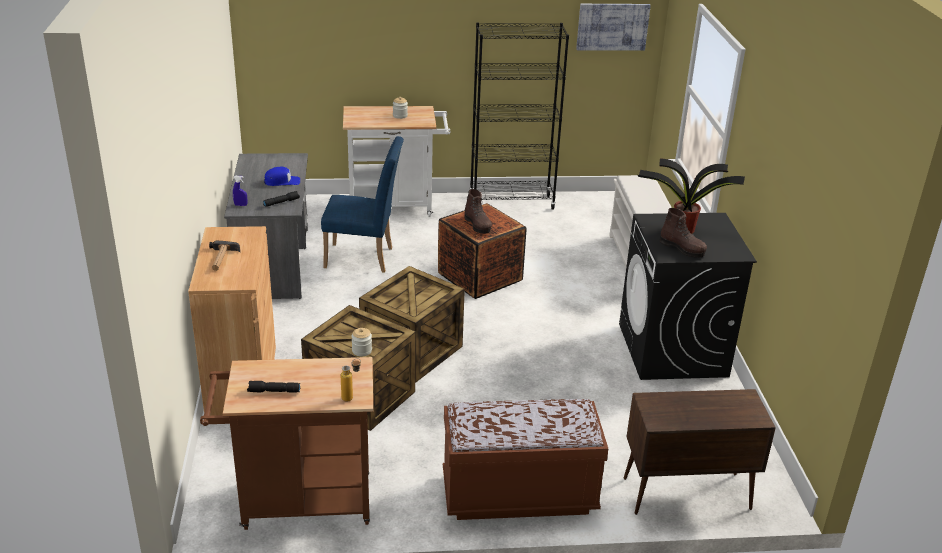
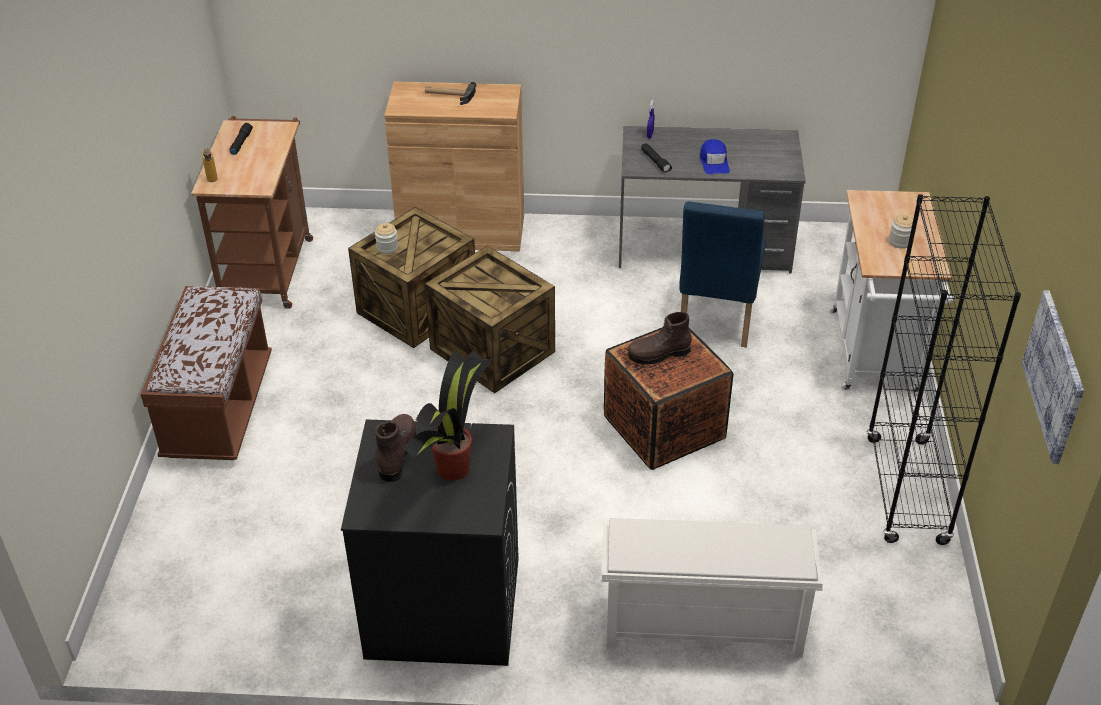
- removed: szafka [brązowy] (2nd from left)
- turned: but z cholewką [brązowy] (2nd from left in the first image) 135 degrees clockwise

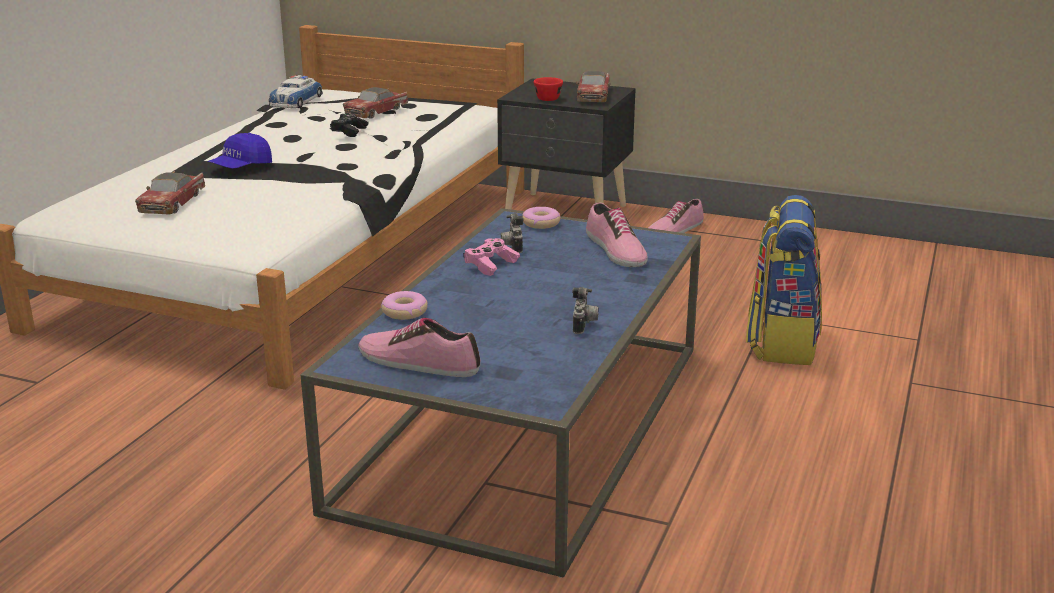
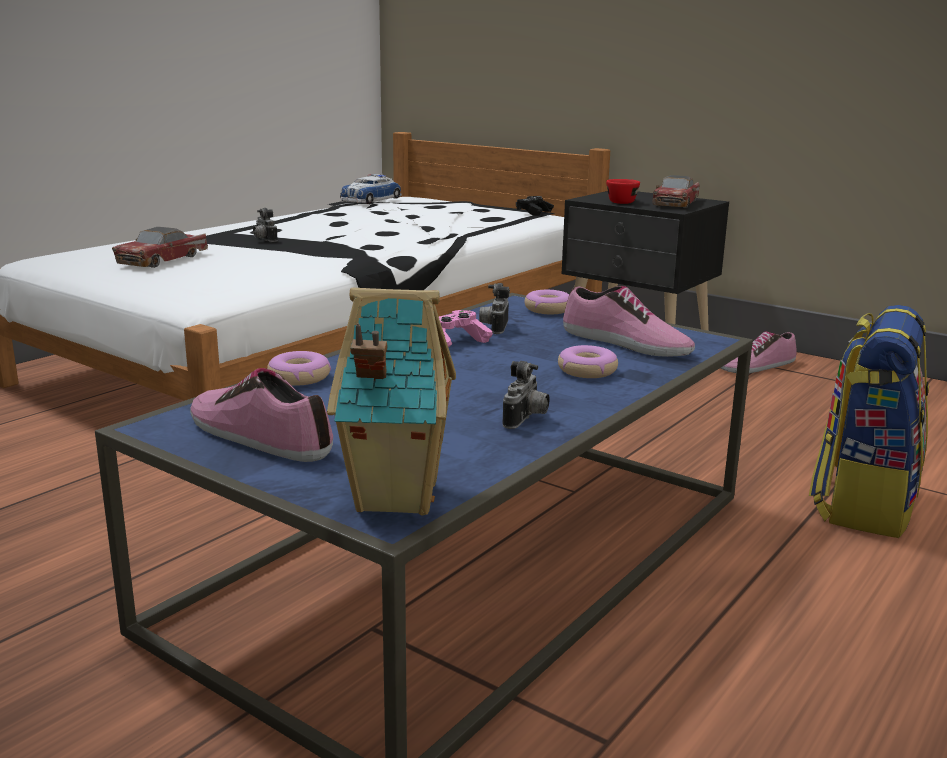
- removed: samochodzik (3rd from left)
- added: domek
- added: donut (3rd from left)
- moved: pad do gier [czarny]
- replaced: czapka z daszkiem [niebieski] to aparat fotograficzny (1st from left)
- turned: but (2nd from left) 45 degrees counterclockwise

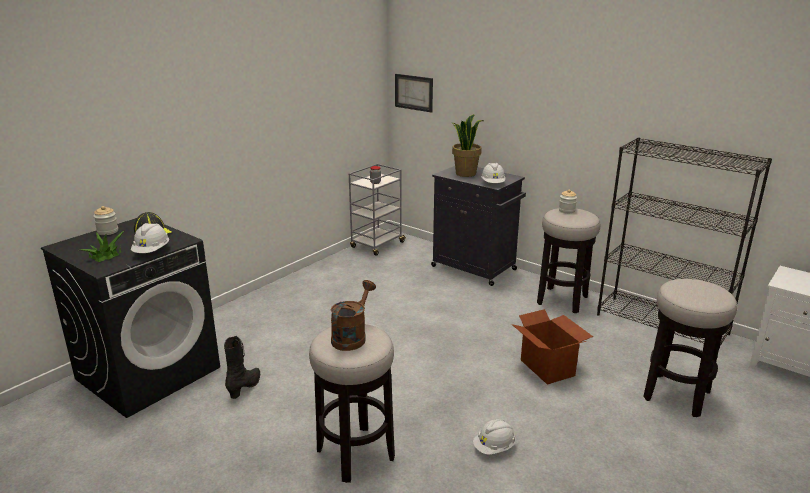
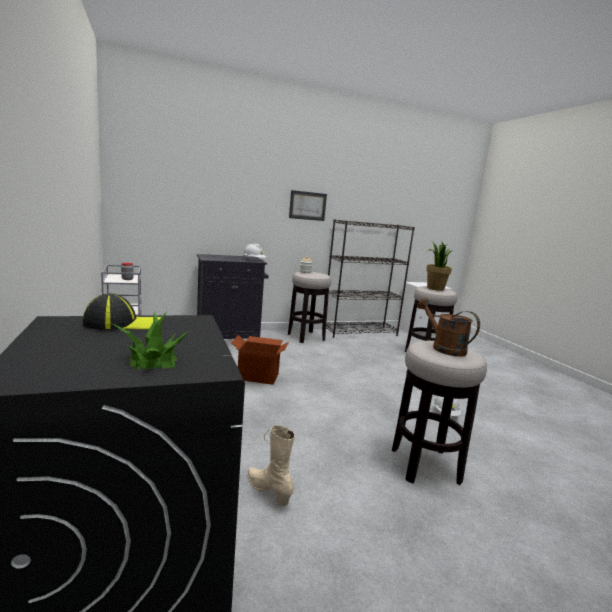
- removed: słoik (1st from left)
- removed: kask [biały] (1st from left)
- moved: obraz
- moved: roślina doniczkowa (2nd from left)
- moved: karton
- recoloured: but z cholewką [czarny] to but z cholewką [beżowy]

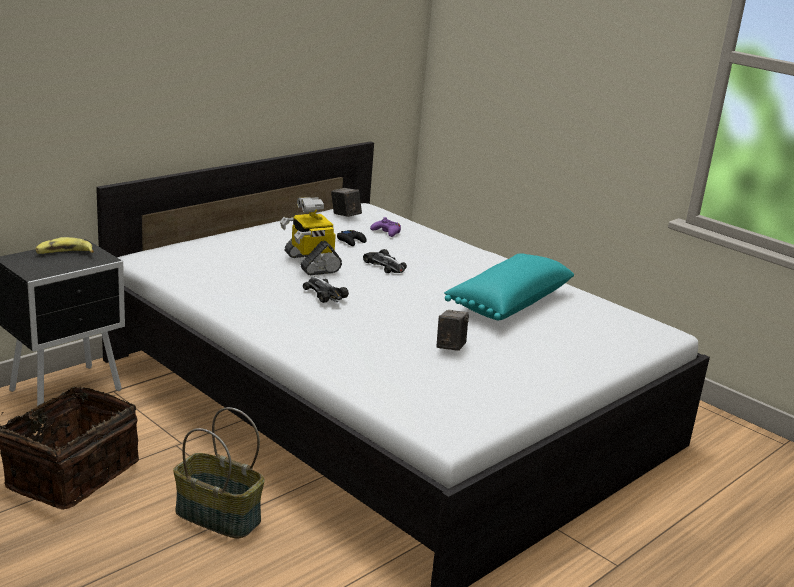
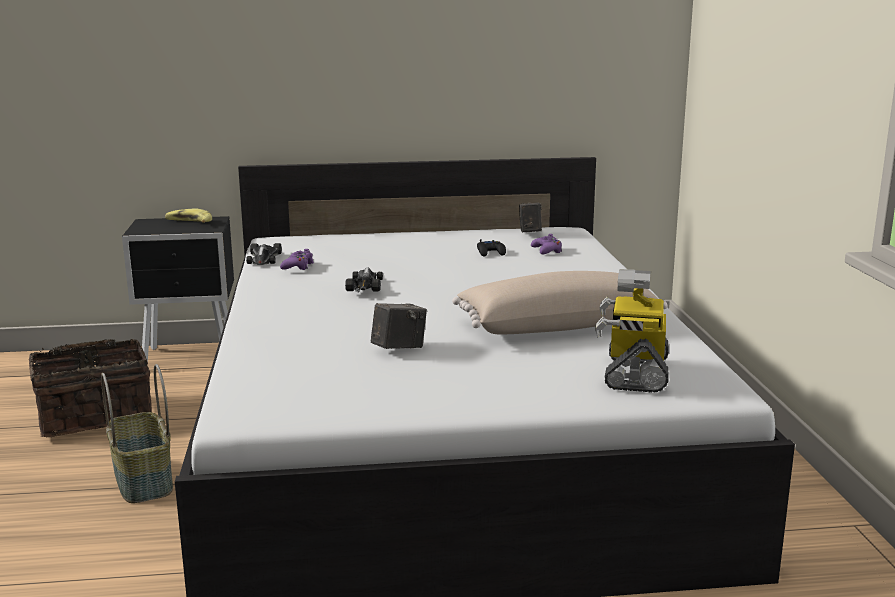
- added: pad do gier [fioletowy] (1st from left)
- moved: robot zabawkowy
- moved: samochodzik (2nd from left in the first image) to samochodzik (1st from left)
- recoloured: poduszka [turkusowy] to poduszka [beżowy]

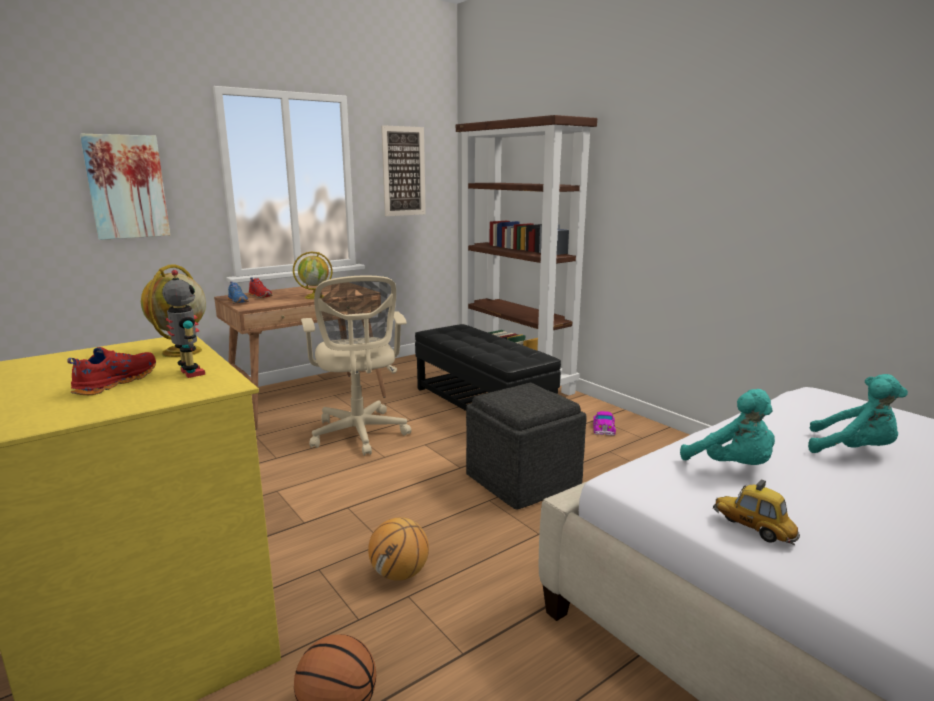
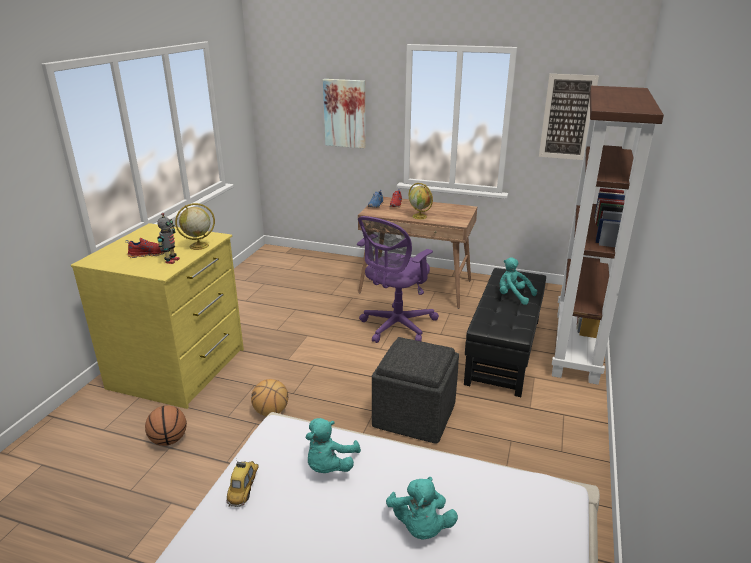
- removed: samochodzik (1st from left)
- added: pluszak [turkusowy] (3rd from left)
- recoloured: krzesło biurowe [beżowy] to krzesło biurowe [fioletowy]

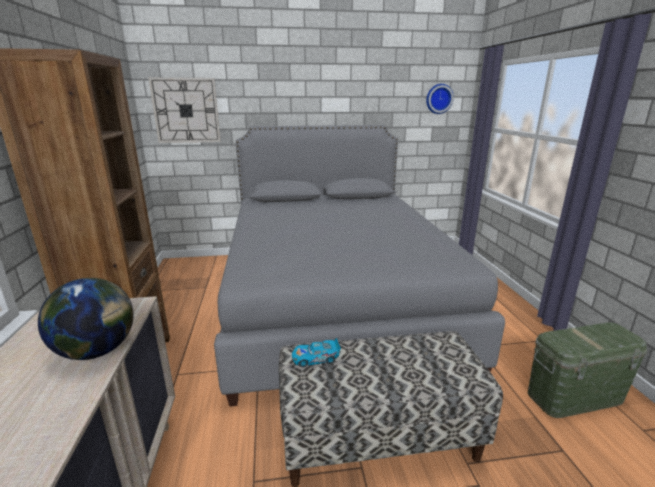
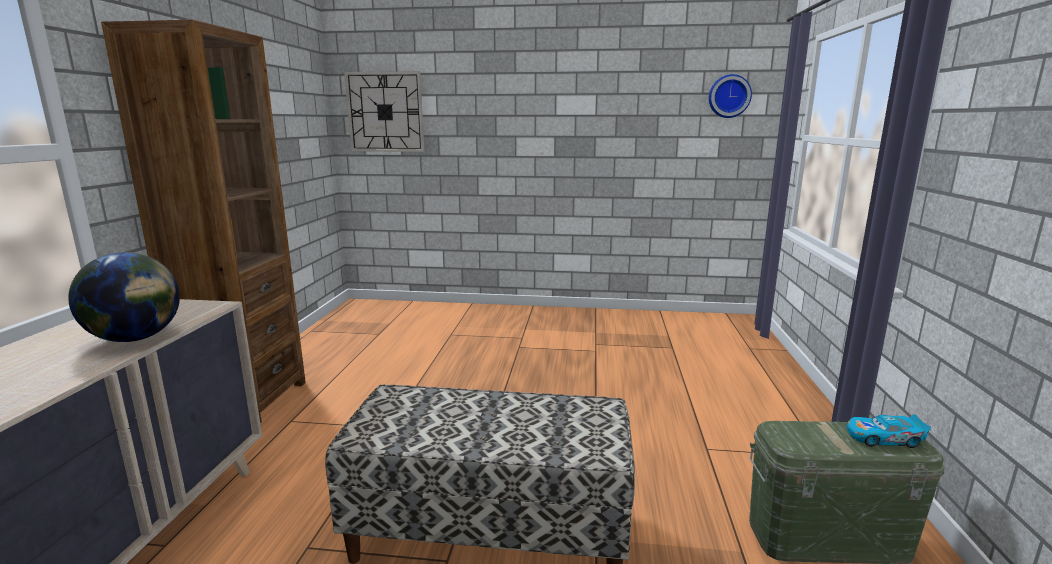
- removed: łóżko [szary]
- moved: samochodzik

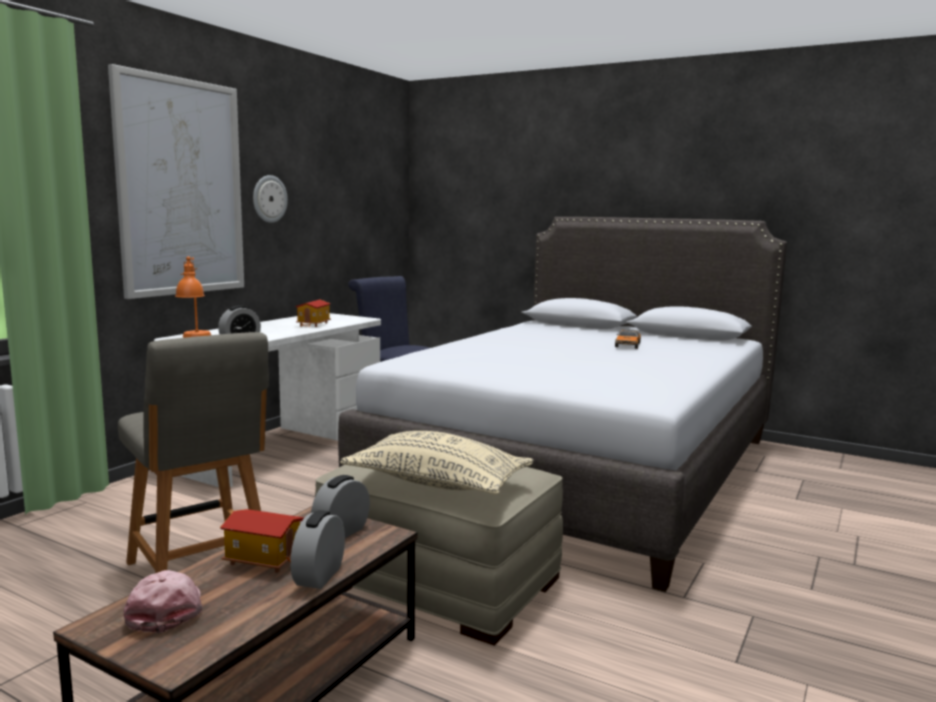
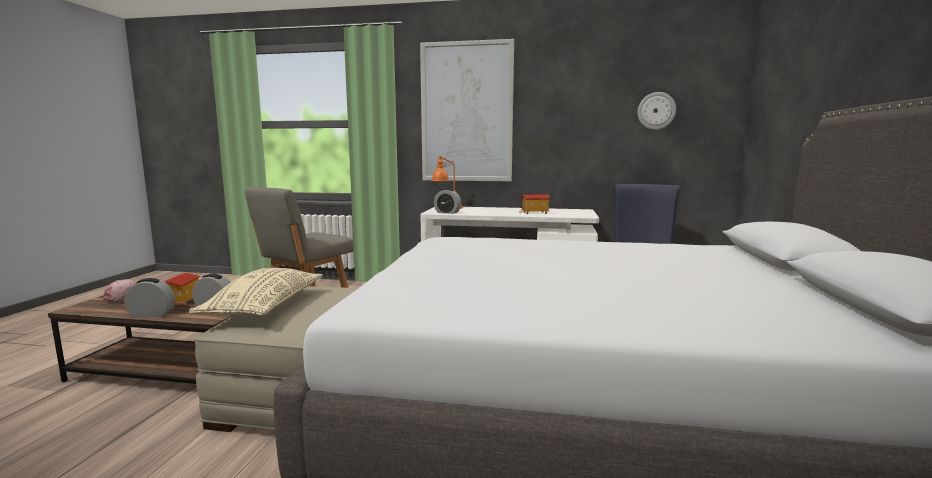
- removed: samochodzik
- moved: zegar ścienny

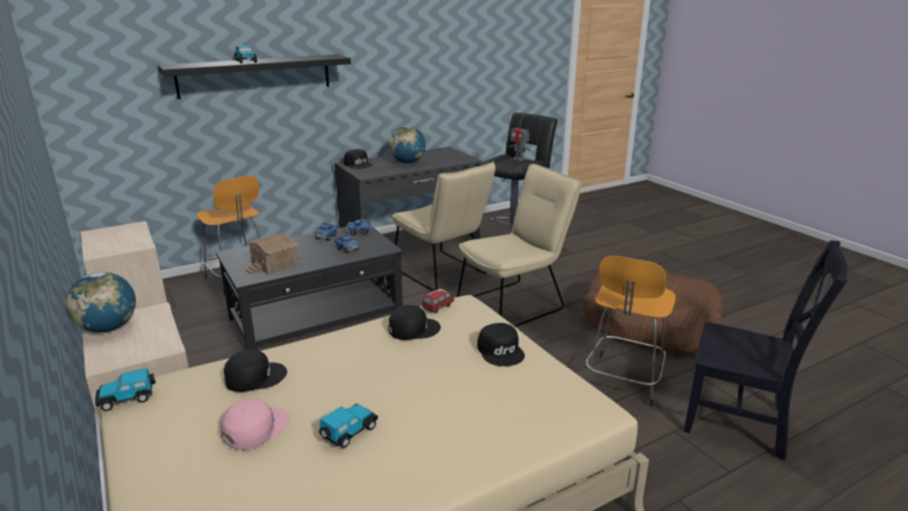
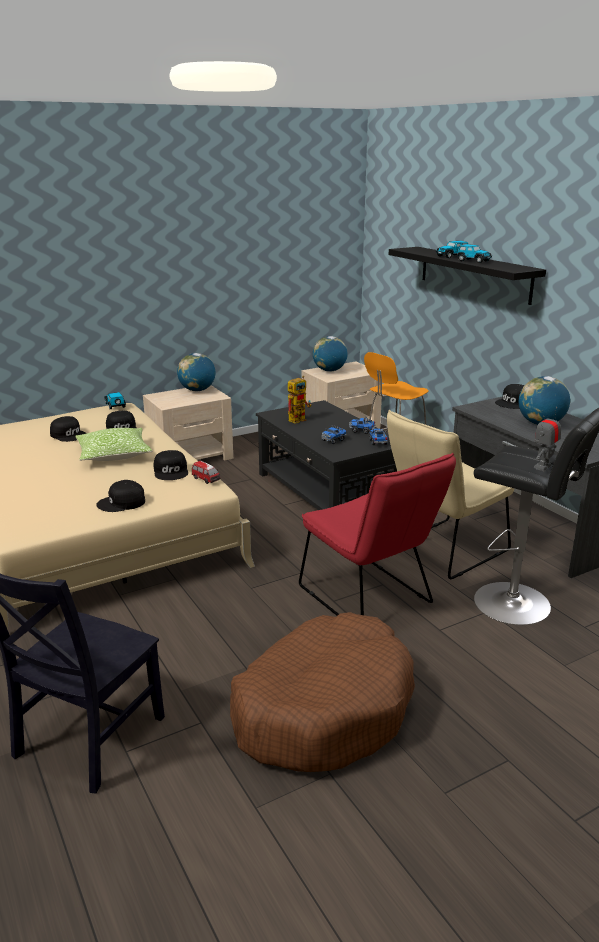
- removed: stołek [pomarańczowy] (2nd from left)
- added: poduszka
- added: globus (2nd from left)
- moved: samochodzik (3rd from left in the first image) to samochodzik (4th from left)
- replaced: domek to robot zabawkowy (1st from left)
- recoloured: czapka z daszkiem [różowy] to czapka z daszkiem [czarny] (1st from left)
- recoloured: krzesło [beżowy] (2nd from left) to krzesło [czerwony]

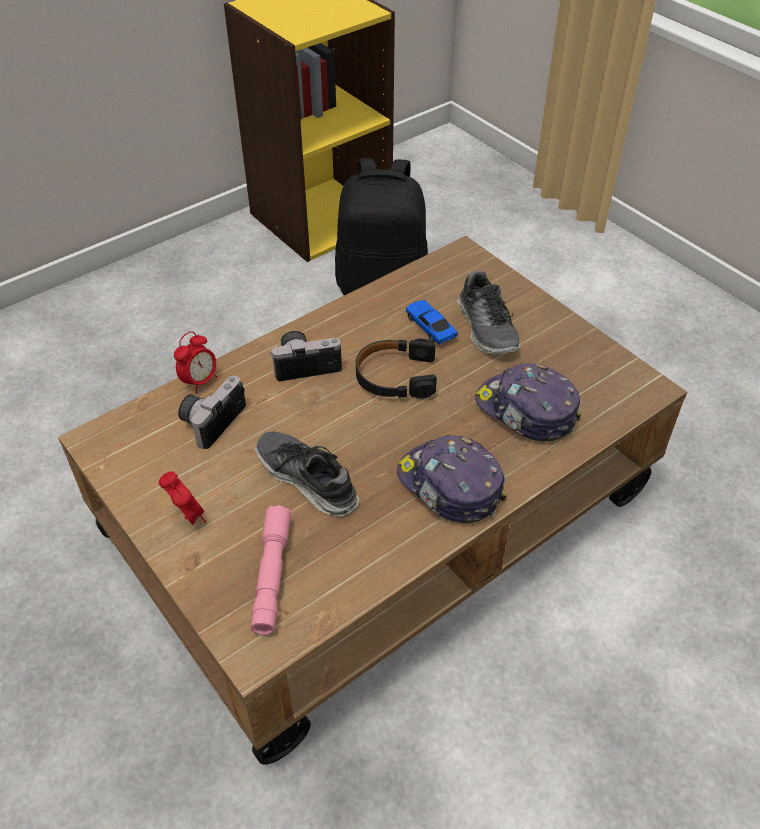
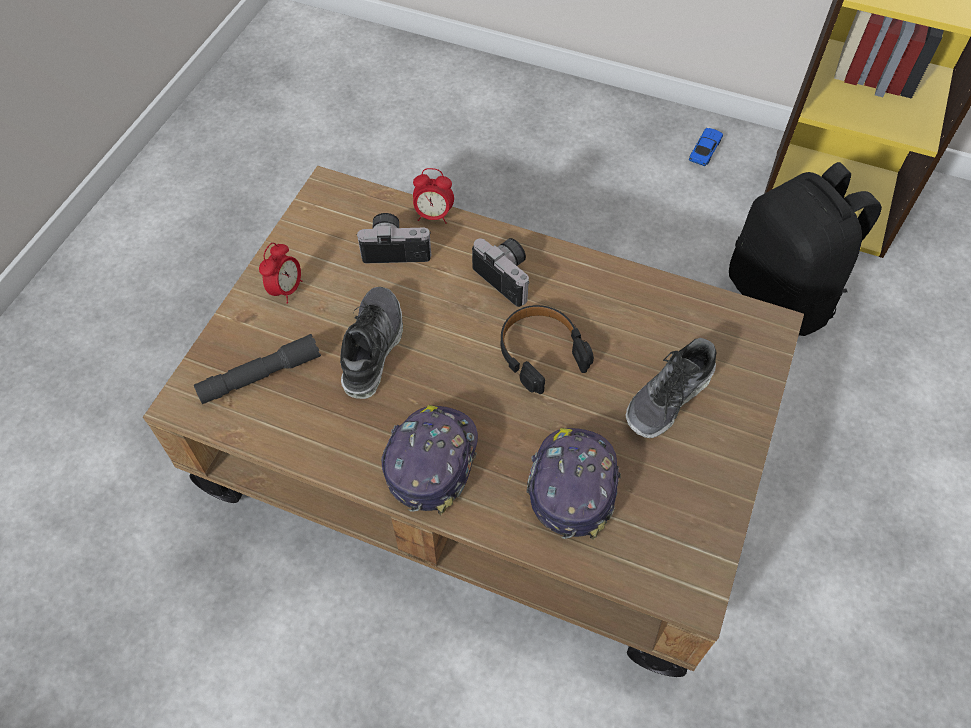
- moved: samochodzik
- recoloured: latarka [różowy] to latarka [szary]

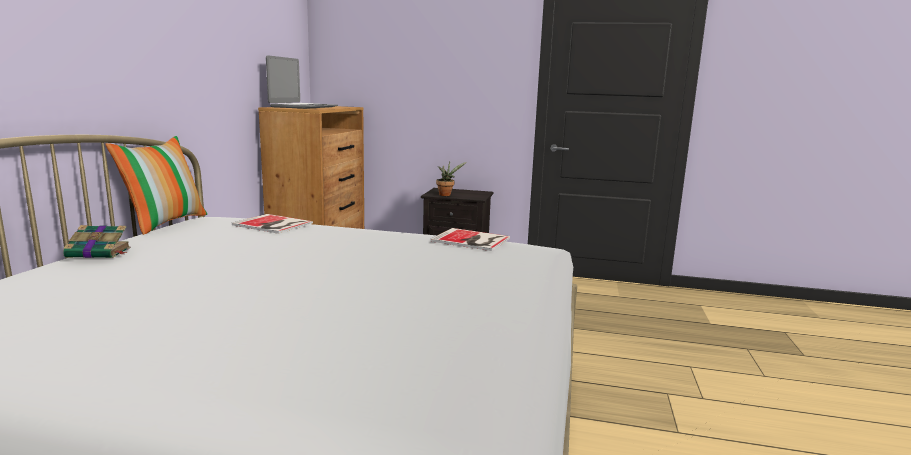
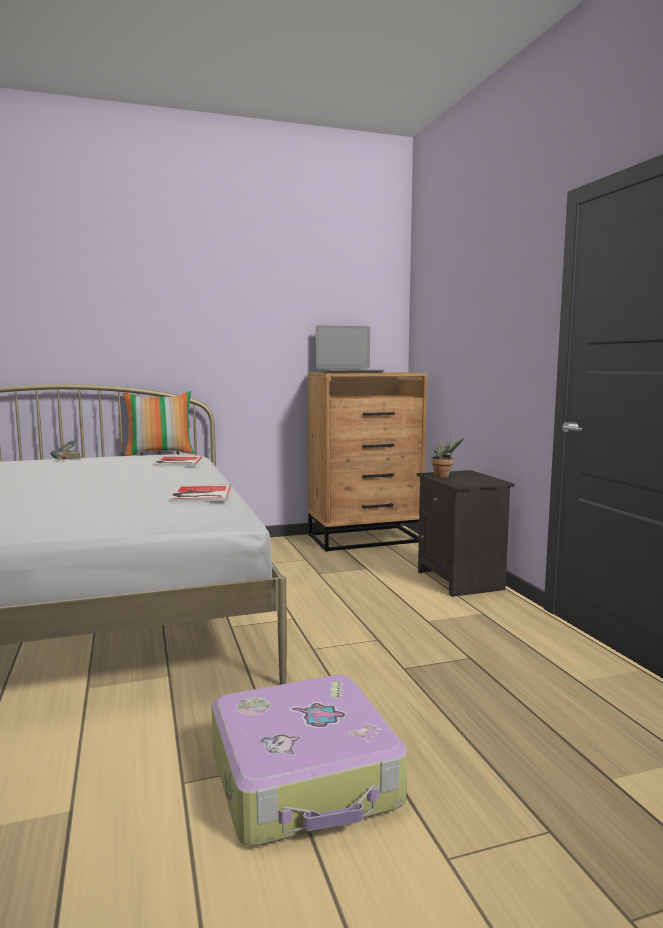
- added: walizka

